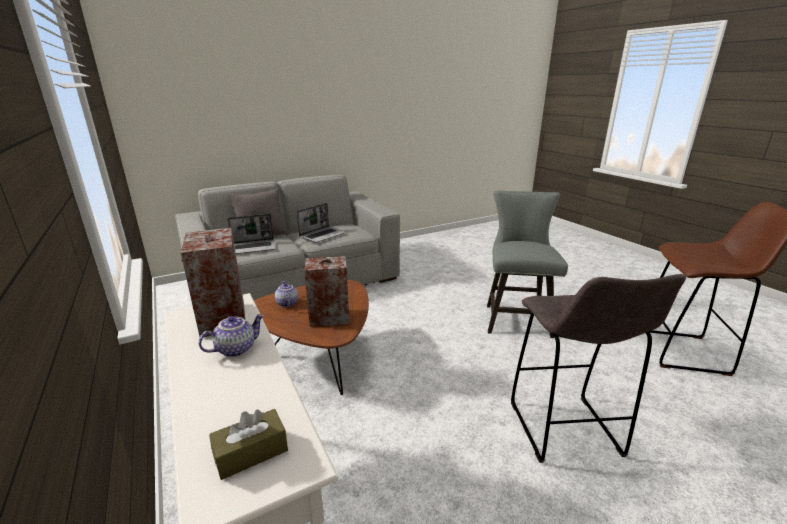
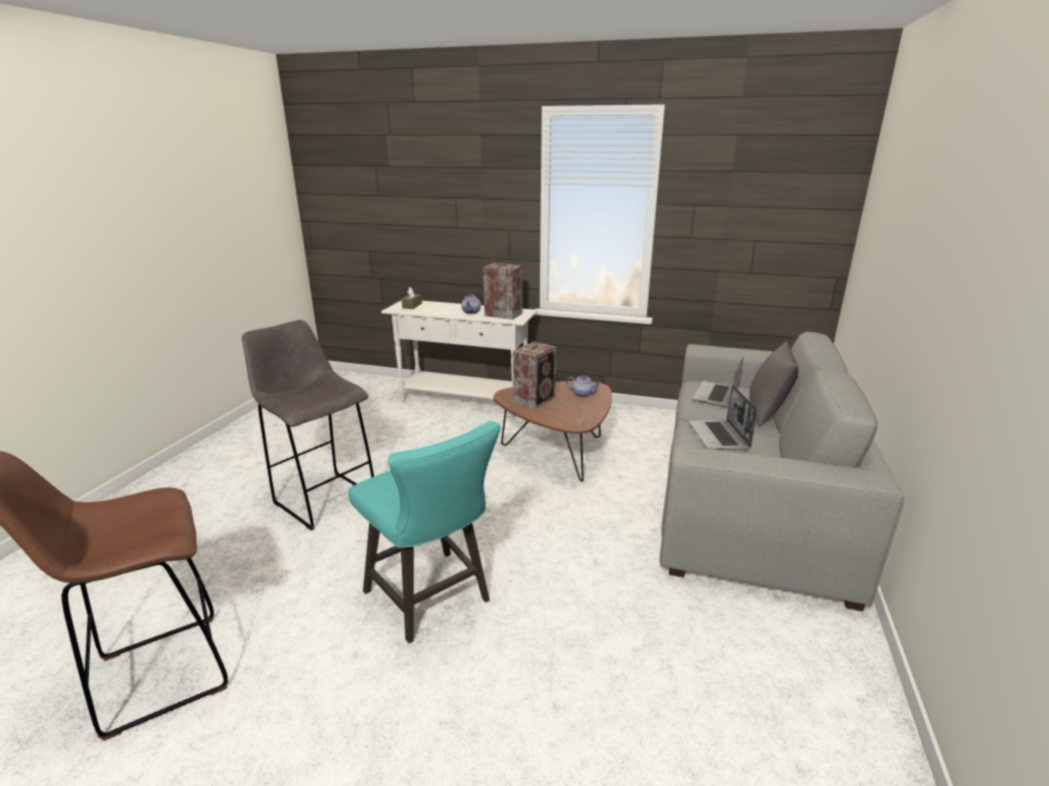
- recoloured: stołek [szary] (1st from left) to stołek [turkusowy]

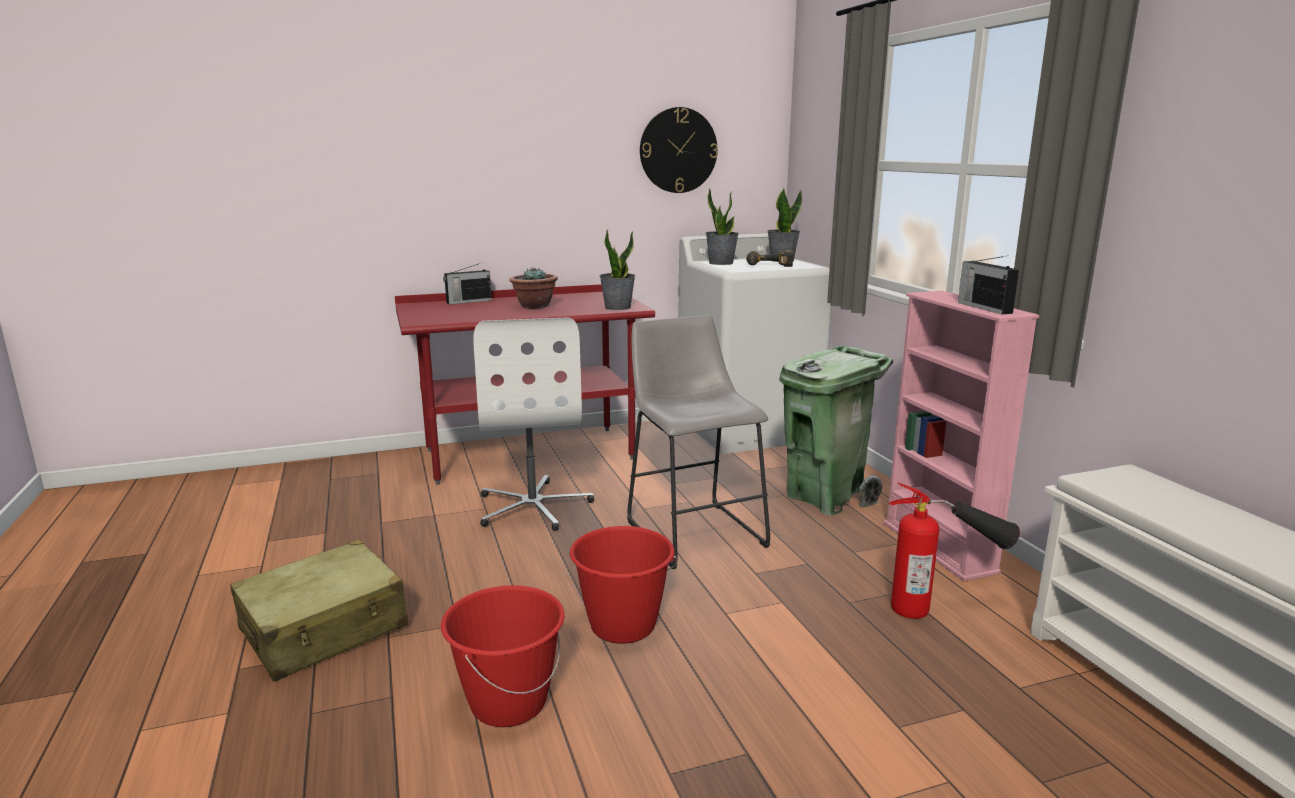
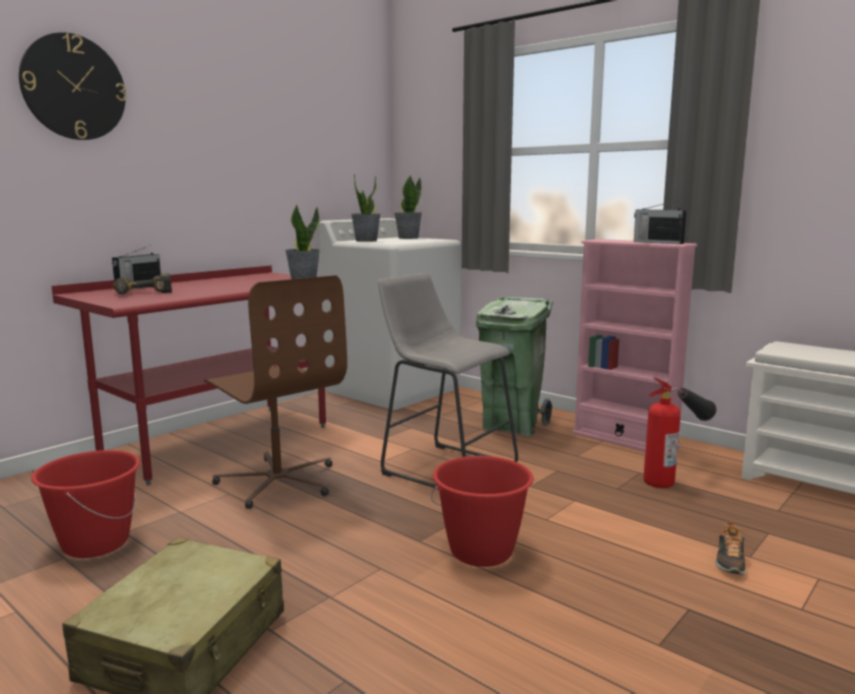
- removed: roślina doniczkowa (1st from left)
- added: but
- moved: wiadro [czerwony] (1st from left)
- moved: zegar ścienny
- moved: wiertarka
- recoloured: krzesło biurowe [biały] to krzesło biurowe [brązowy]

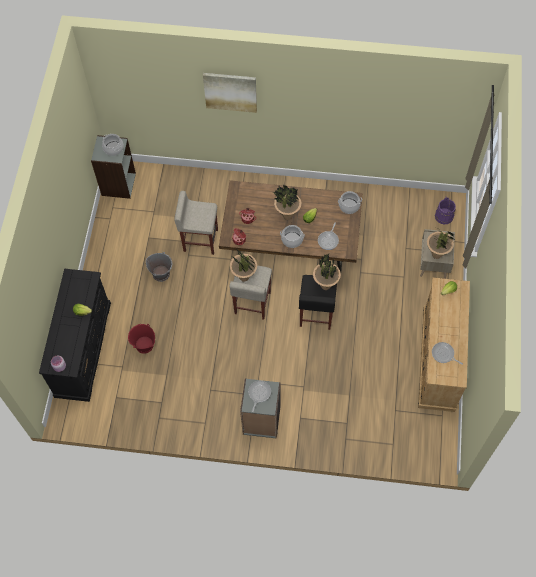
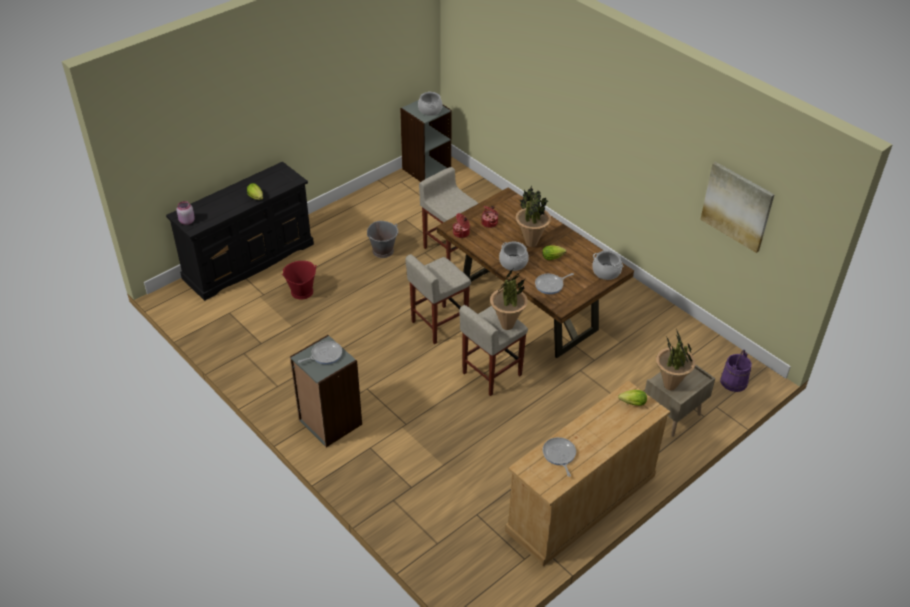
- removed: roślina doniczkowa (1st from left)
- moved: obraz
- recoloured: stołek [czarny] to stołek [beżowy] (3rd from left)

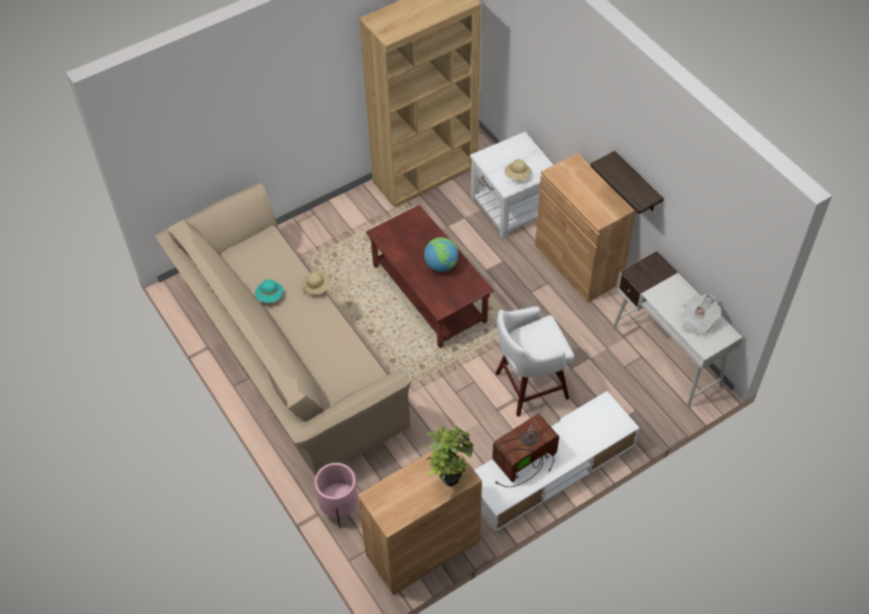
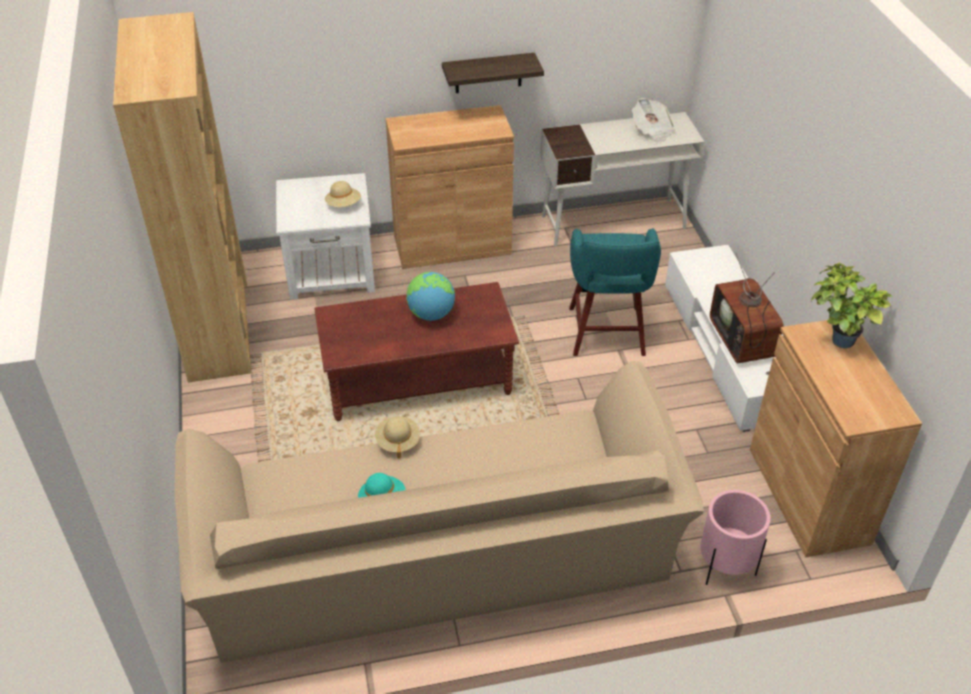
- recoloured: stołek [biały] to stołek [turkusowy]

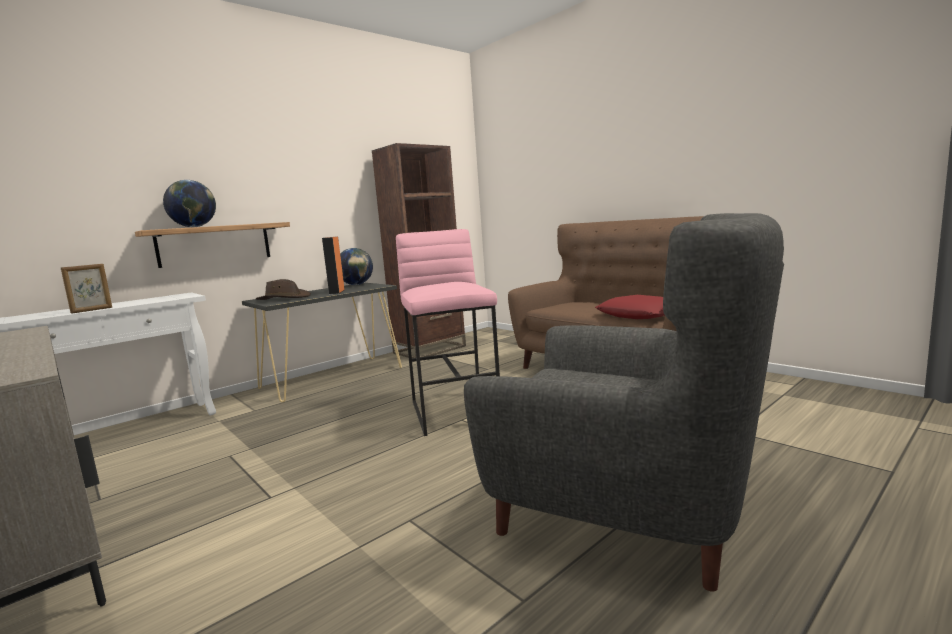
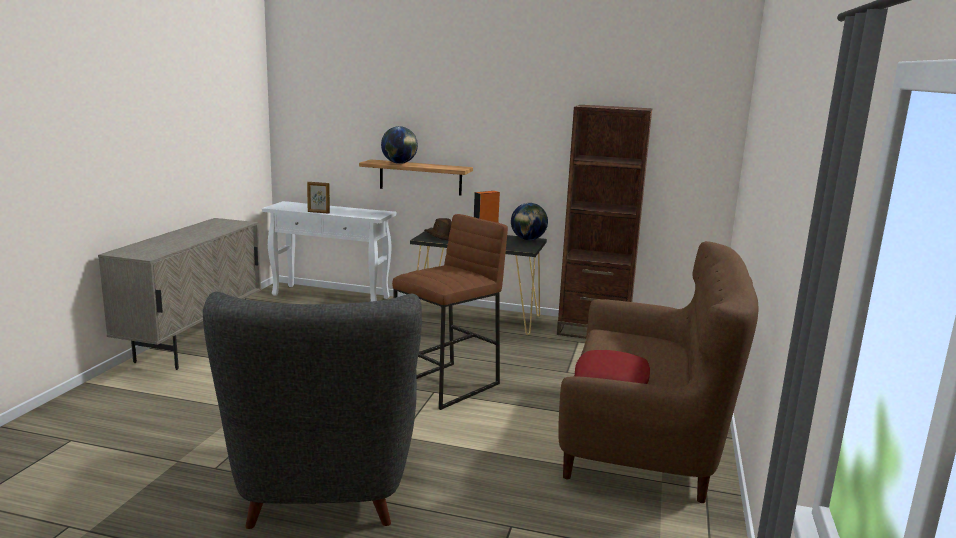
- recoloured: stołek [różowy] to stołek [brązowy]

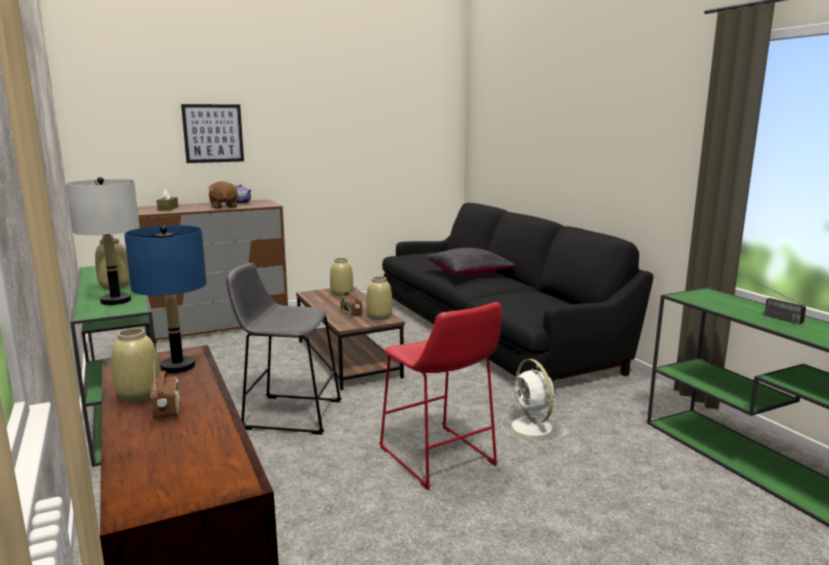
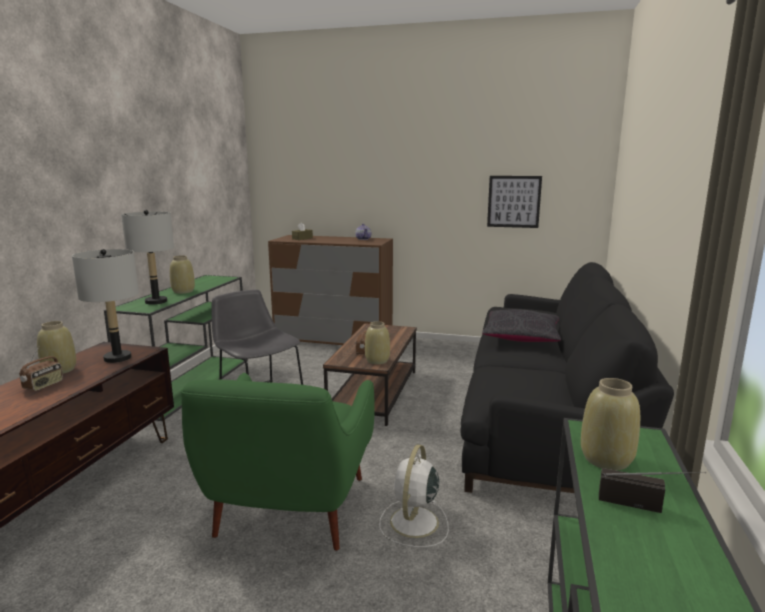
- removed: pluszak [brązowy]
- moved: obraz
- moved: wazon [beżowy] (3rd from left in the first image) to wazon [beżowy] (4th from left)
- replaced: stołek [czerwony] to fotel [zielony]
- recoloured: lampa stołowa [niebieski] to lampa stołowa [szary] (1st from left)
- turned: radio (3rd from left) 105 degrees clockwise

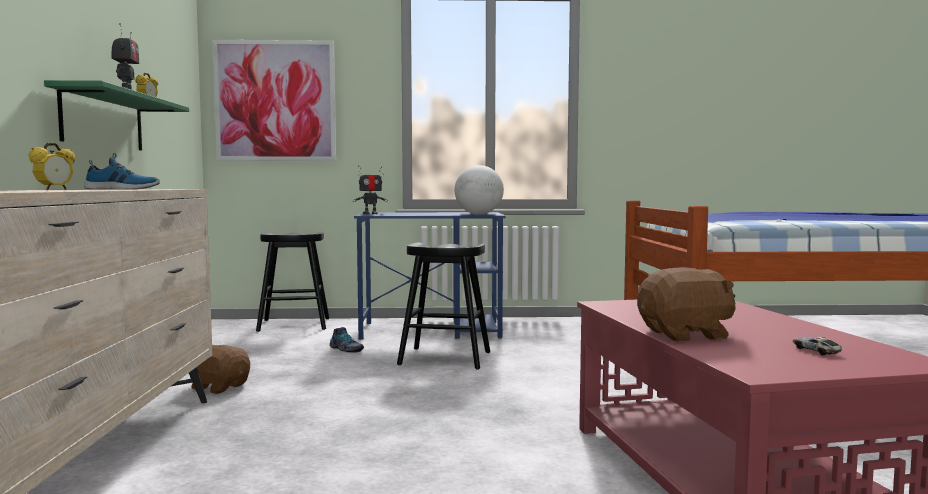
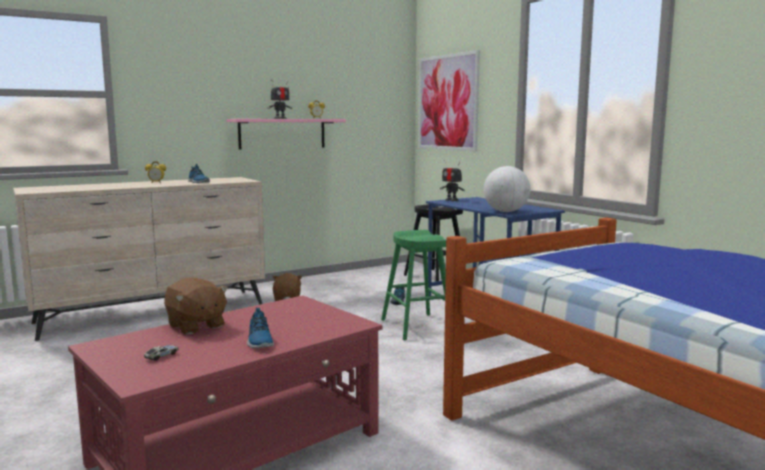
- added: but (2nd from left)
- recoloured: półka [zielony] to półka [różowy]
- recoloured: stołek [czarny] (2nd from left) to stołek [zielony]

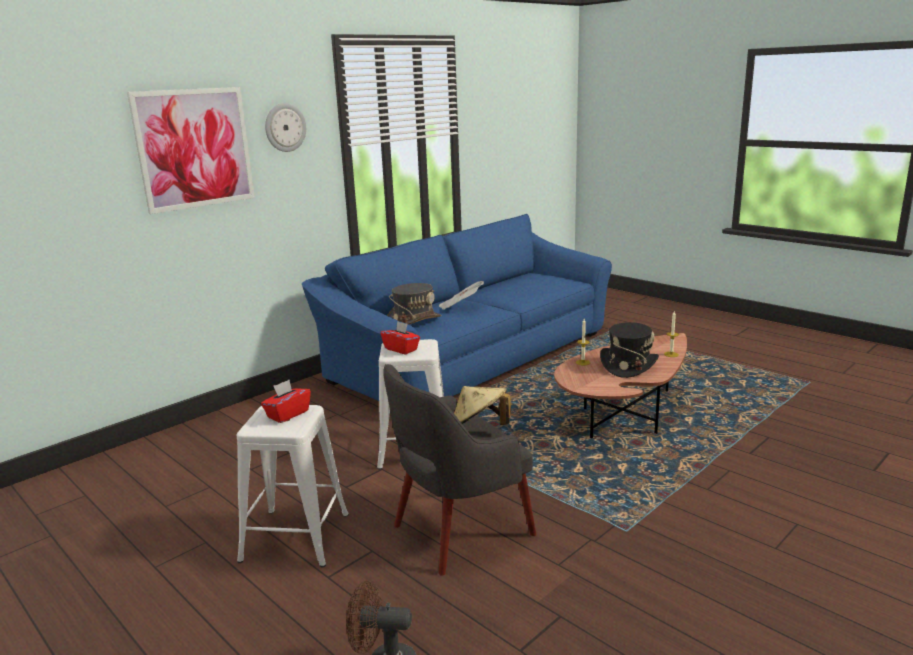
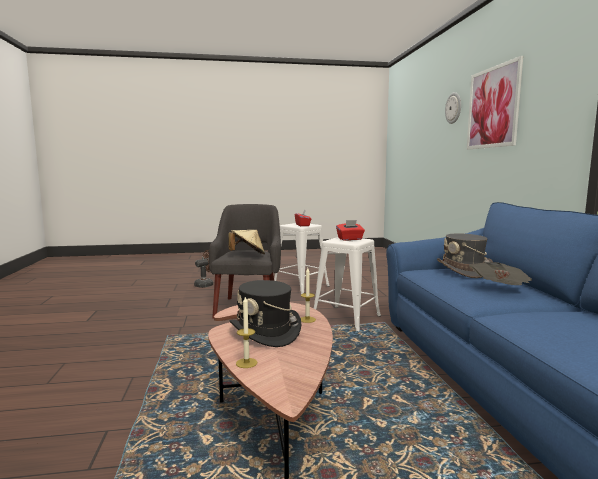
- moved: zegar ścienny

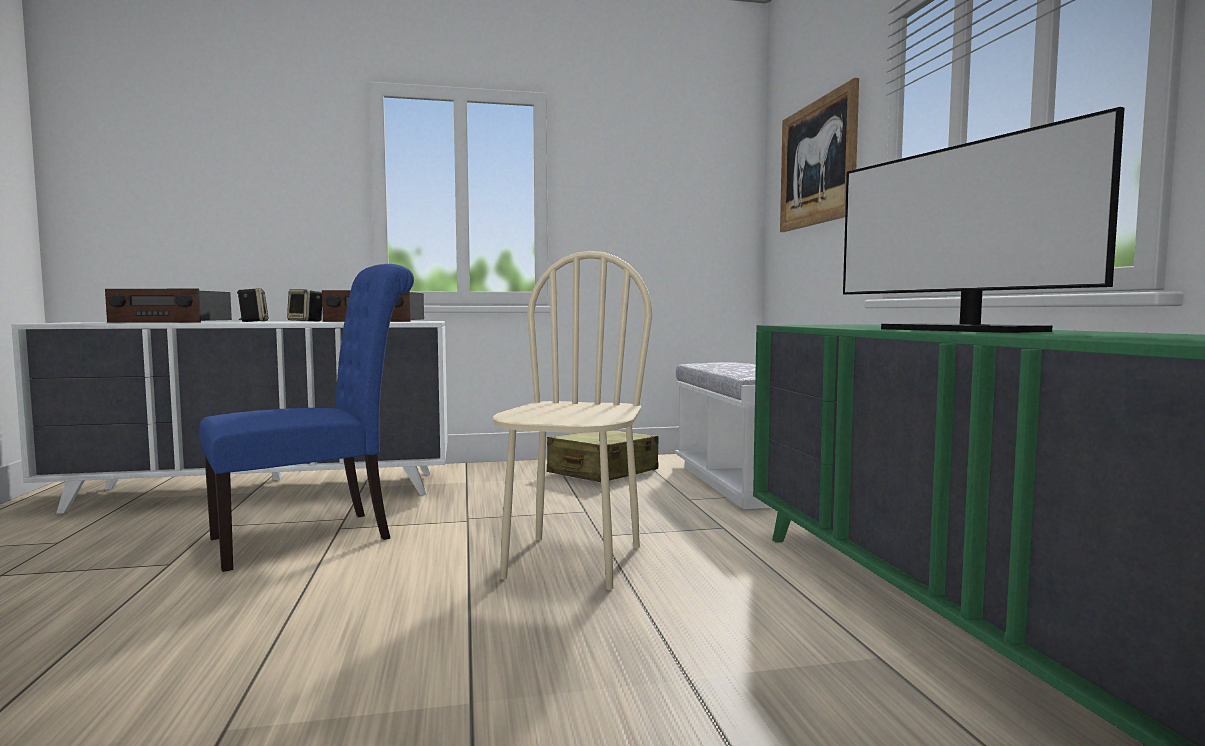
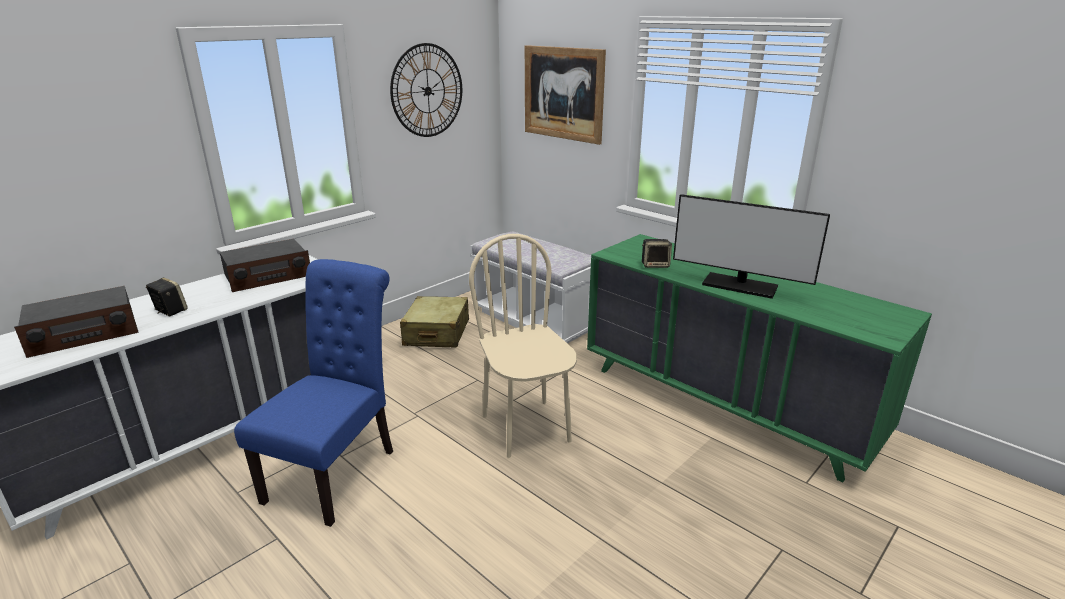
- added: zegar ścienny
- moved: głośnik (2nd from left)

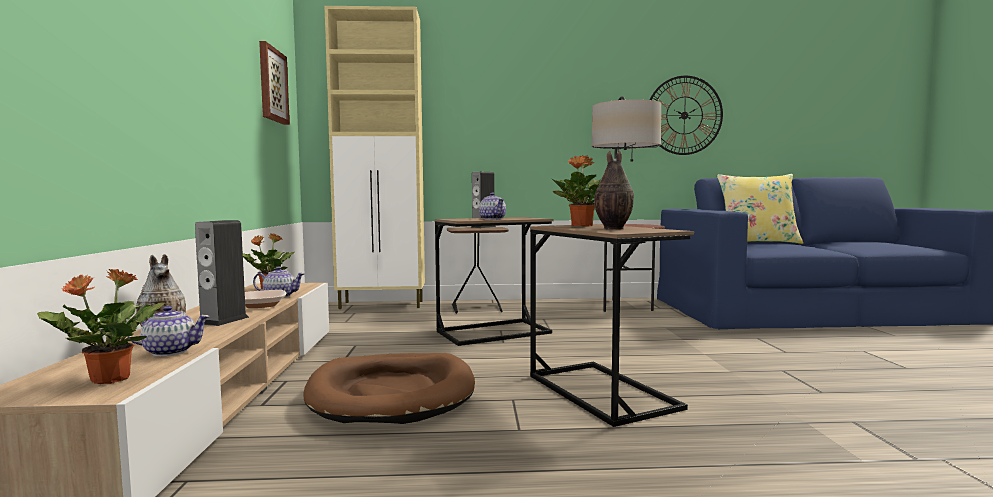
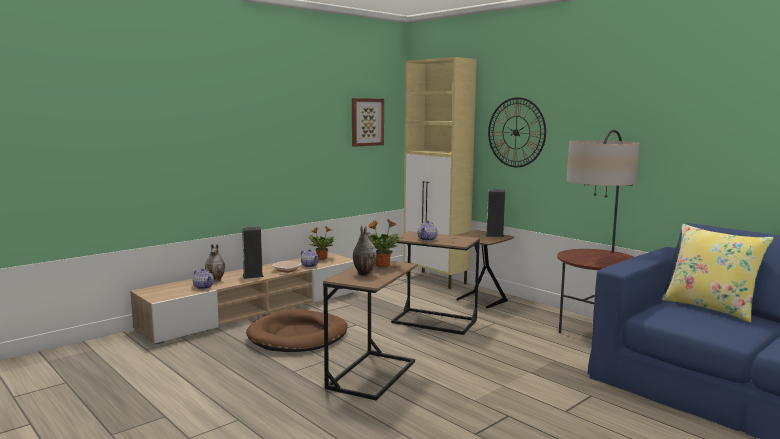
- removed: roślina doniczkowa (1st from left)
- moved: zegar ścienny

